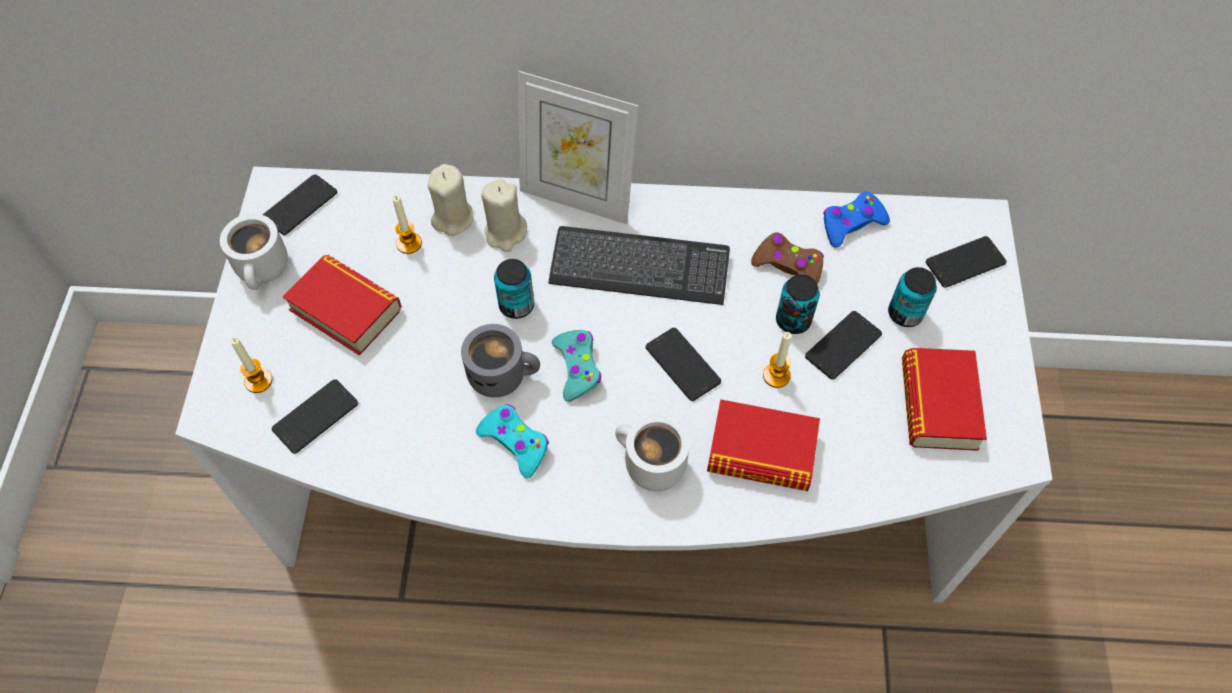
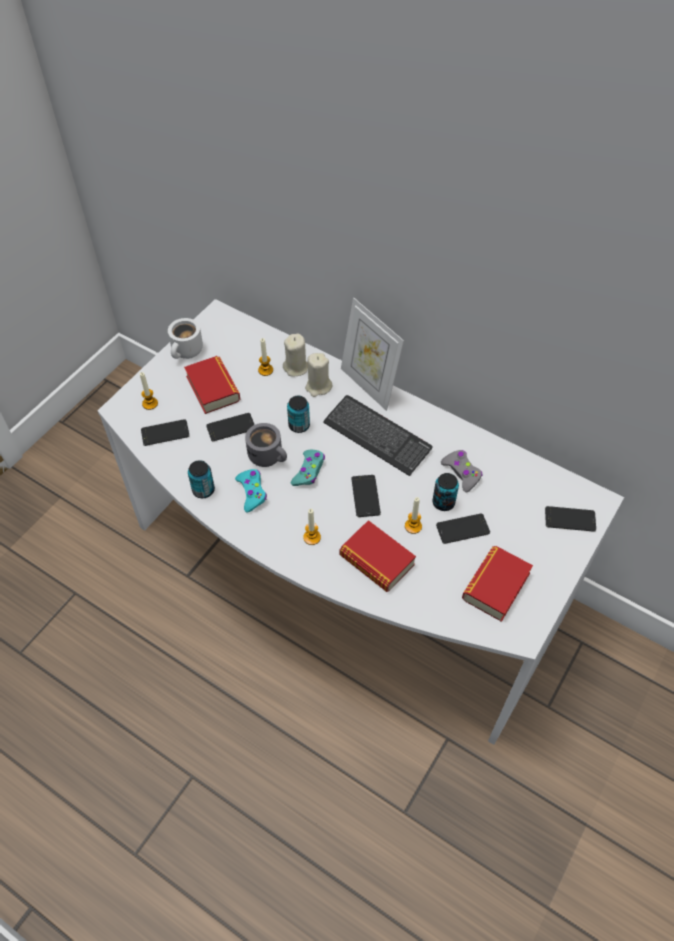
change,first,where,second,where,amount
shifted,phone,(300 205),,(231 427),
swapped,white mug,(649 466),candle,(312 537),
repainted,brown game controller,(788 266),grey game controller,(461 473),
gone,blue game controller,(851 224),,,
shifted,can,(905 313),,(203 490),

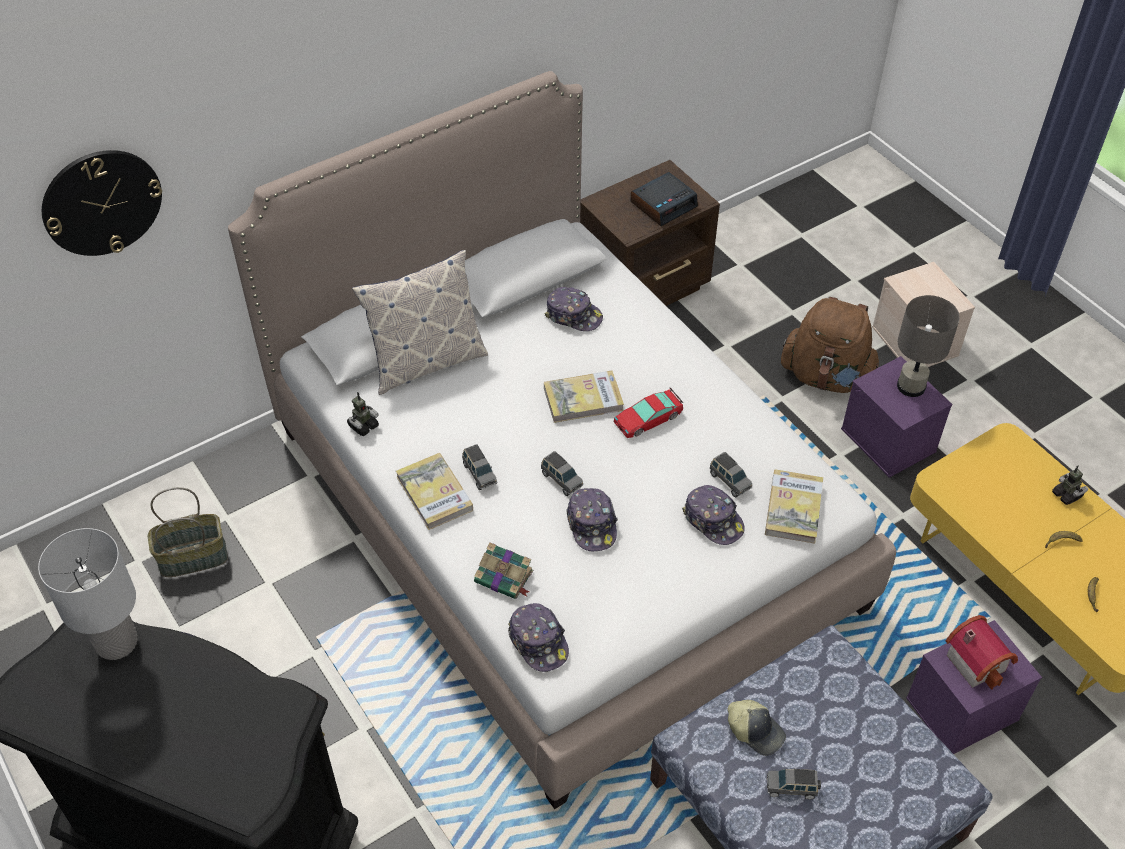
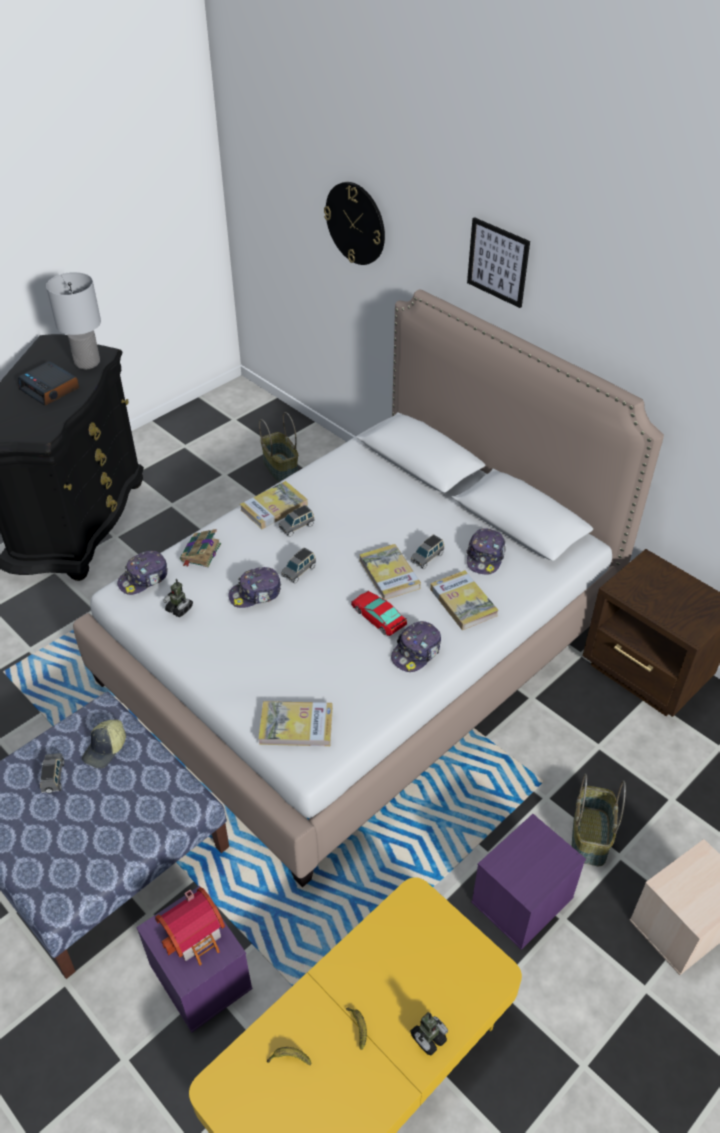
change,first,where,second,where,amount
shifted,toy robot,(363 426),,(179 609),
gone,pillow,(426 362),,,
shifted,alarm clock,(663 204),,(50 389),
shifted,cap,(713 520),,(416 652),
shifted,grey toy car,(729 481),,(427 558),
swapped,brown backpack,(827 377),basket,(591 837),
gone,grey table lamp,(910 386),,,
new,,,book,(463 602),
new,,,picture,(498 262),

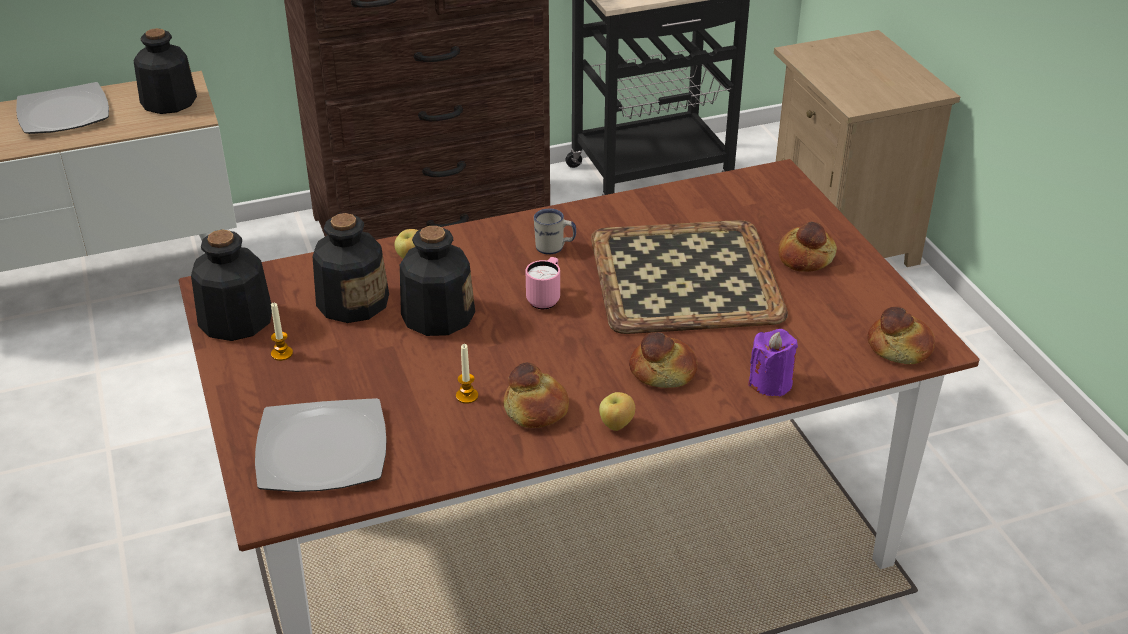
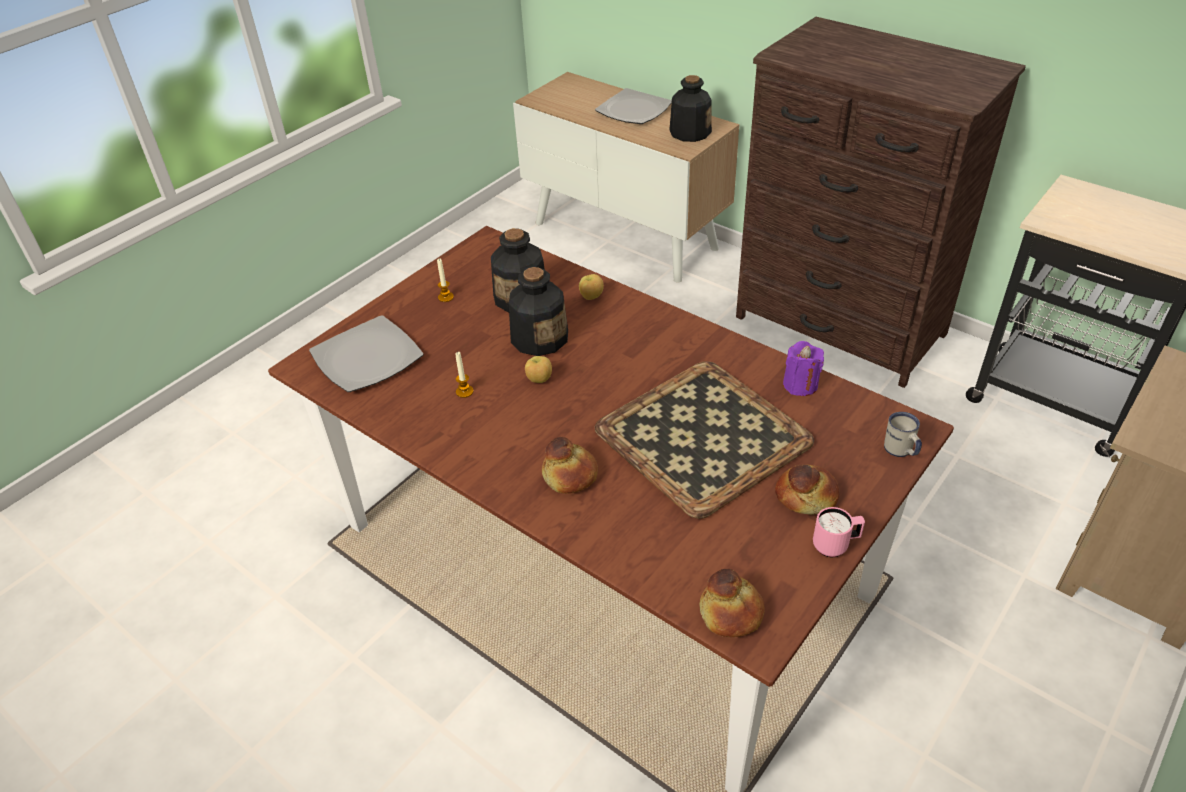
change,first,where,second,where,amount
gone,bottle,(235 320),,,
gone,bread,(535 410),,,
shifted,pink mug,(545 298),,(835 546),
shifted,white mug,(554 248),,(900 451),
shifted,apple,(616 425),,(539 380),
shifted,purple candle,(770 383),,(800 385),

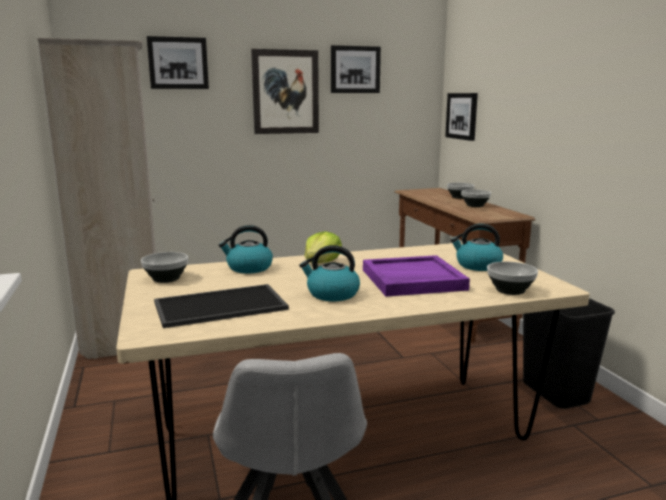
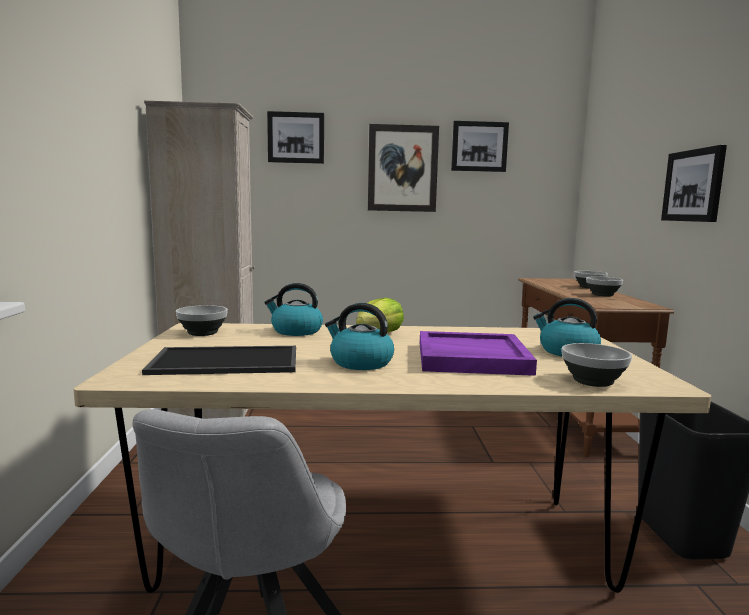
change,first,where,second,where,amount
shifted,picture,(462 116),,(694 185),

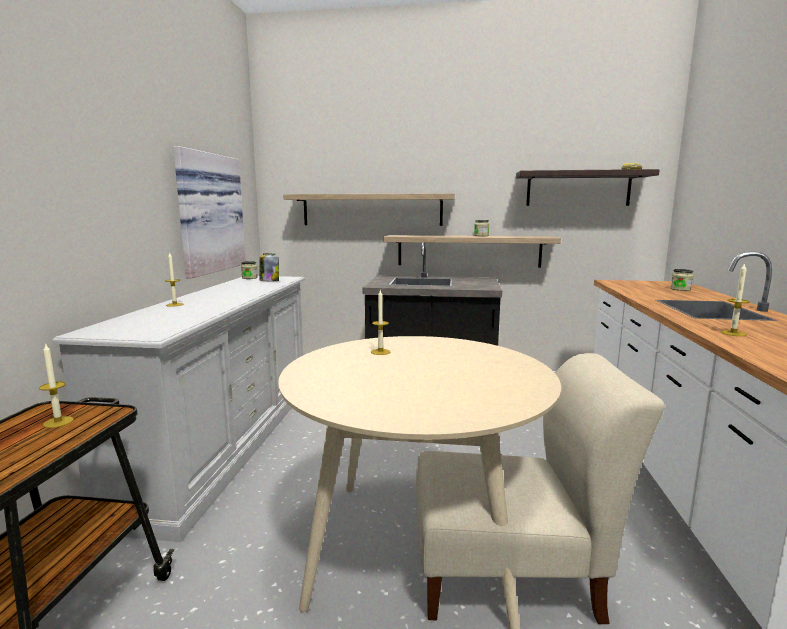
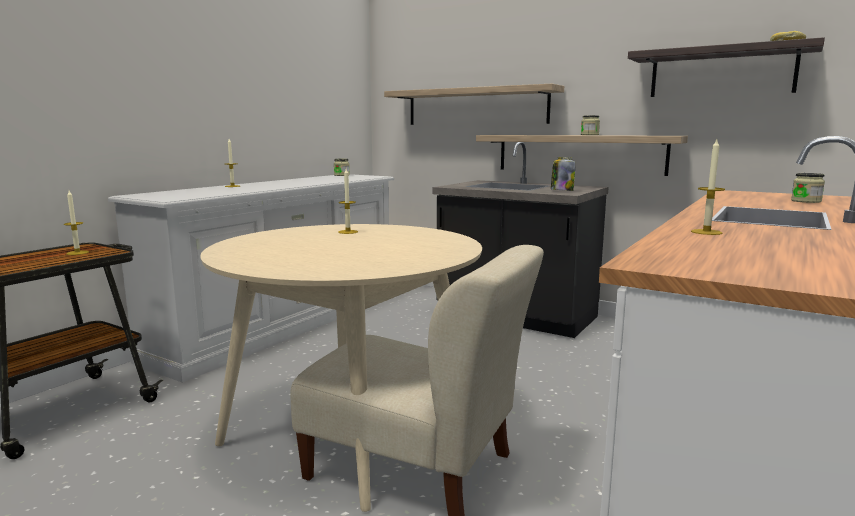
change,first,where,second,where,amount
gone,picture,(208 213),,,
shifted,jar,(269 281),,(561 190),

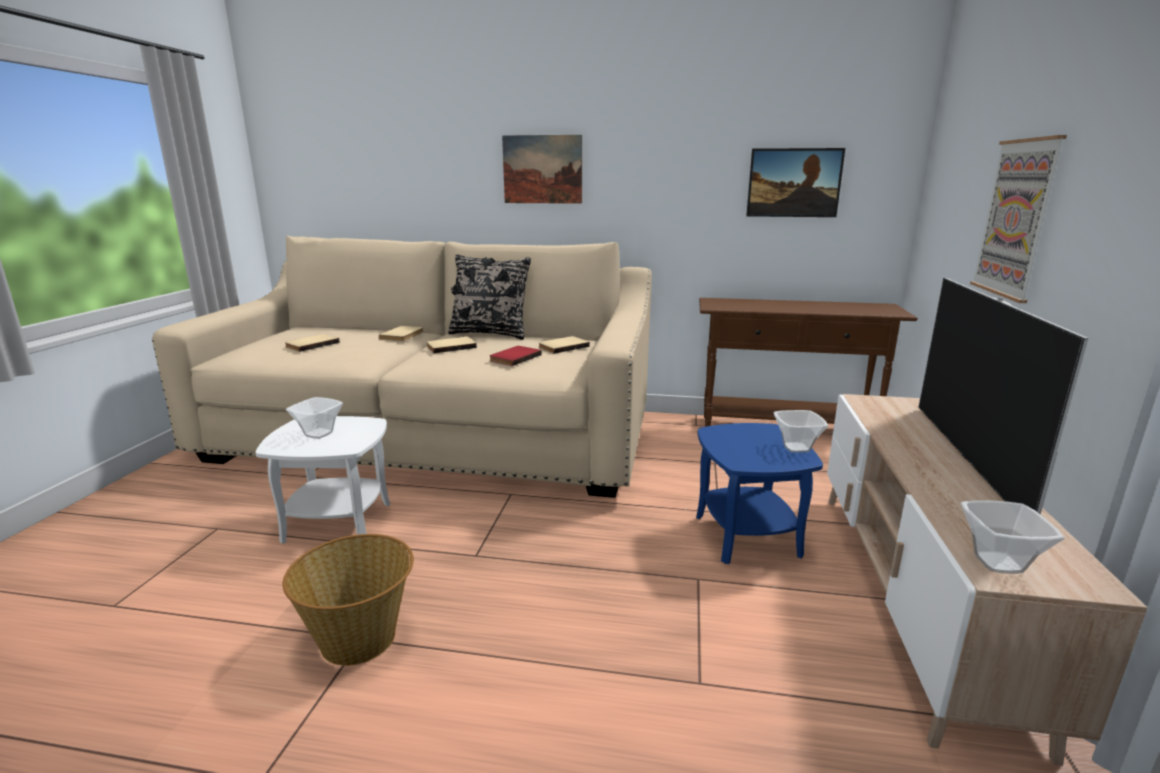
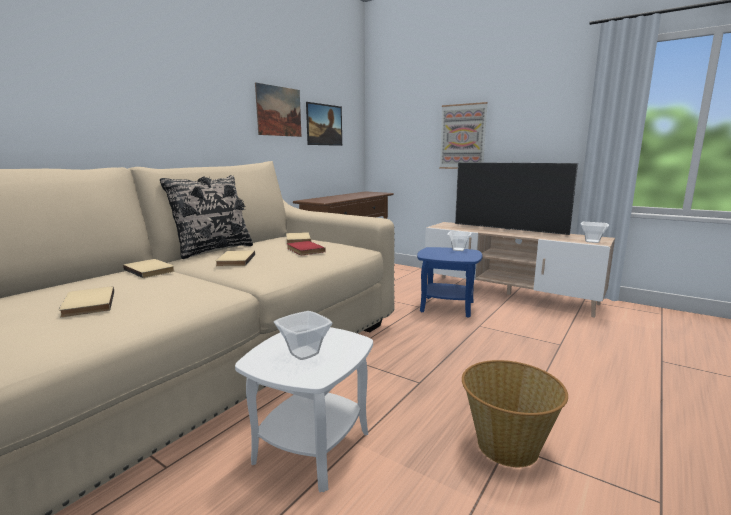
change,first,where,second,where,amount
shifted,picture,(542 169),,(279 111),

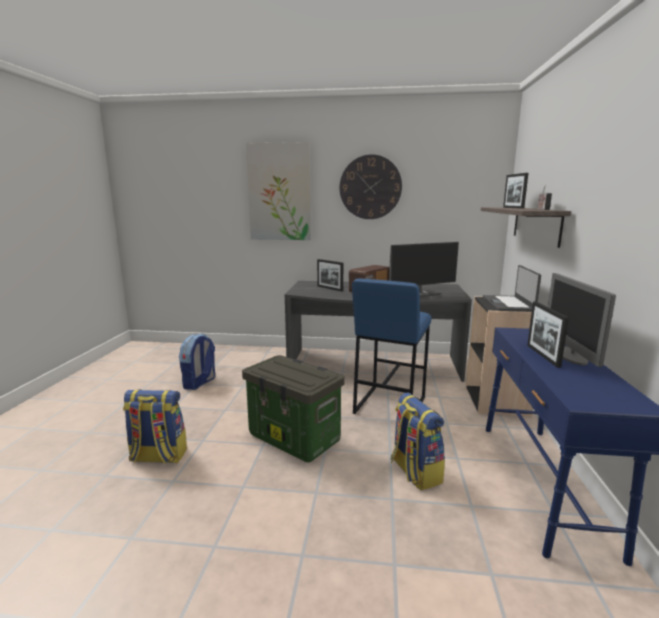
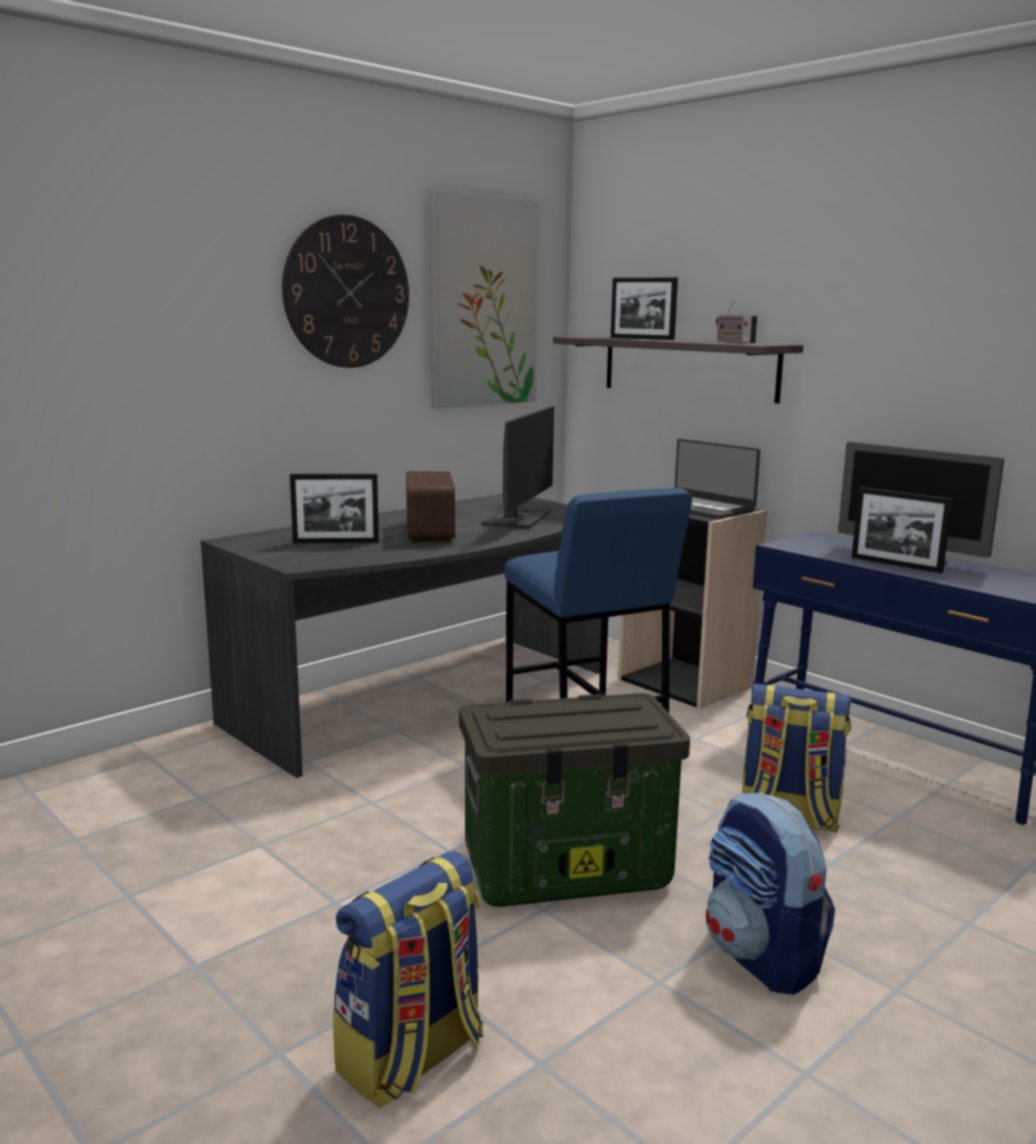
change,first,where,second,where,amount
shifted,backpack,(199 383),,(762 957),
shifted,picture,(279 192),,(483 302),

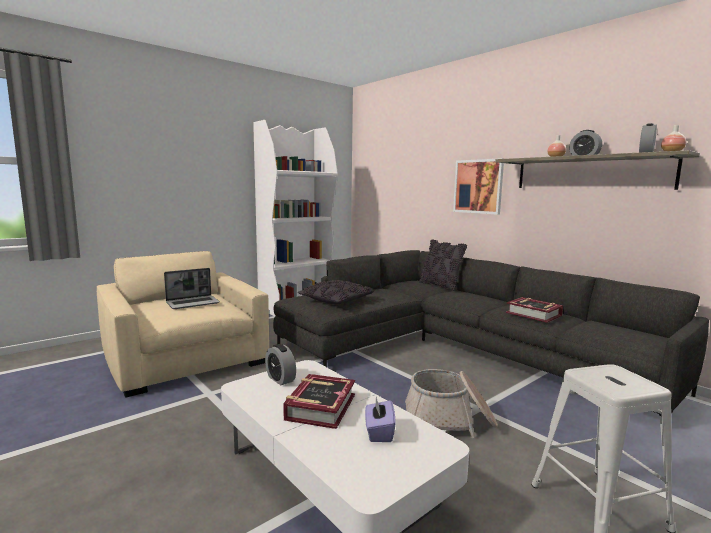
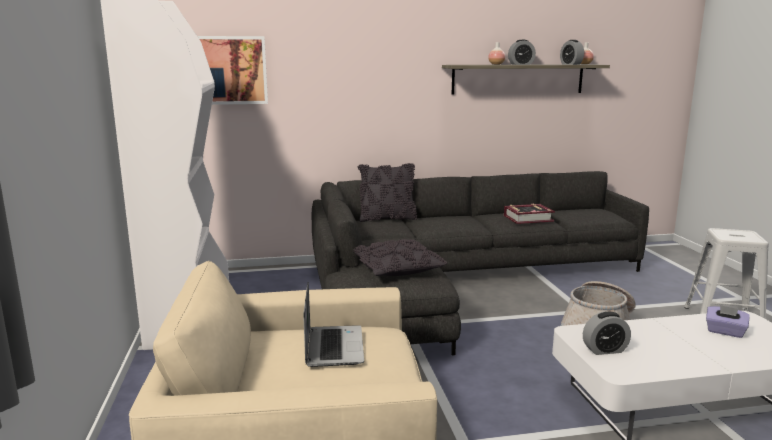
change,first,where,second,where,amount
gone,book,(320 407),,,
shifted,picture,(478 186),,(232 70),

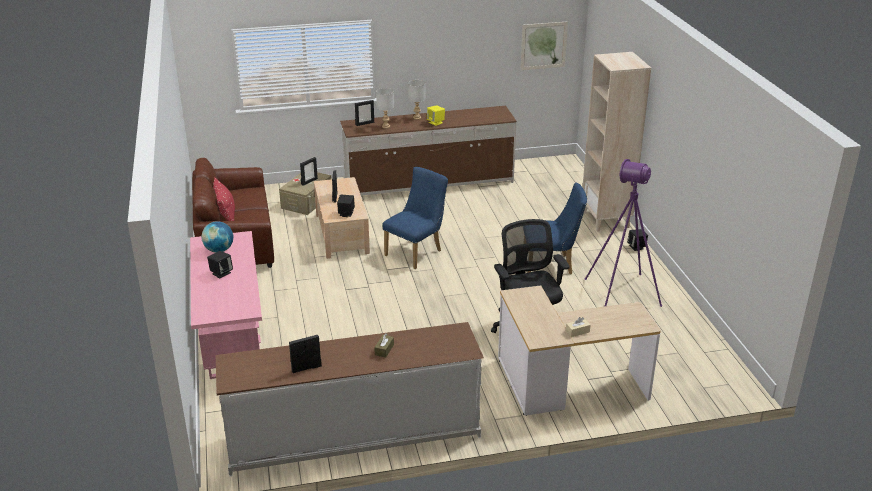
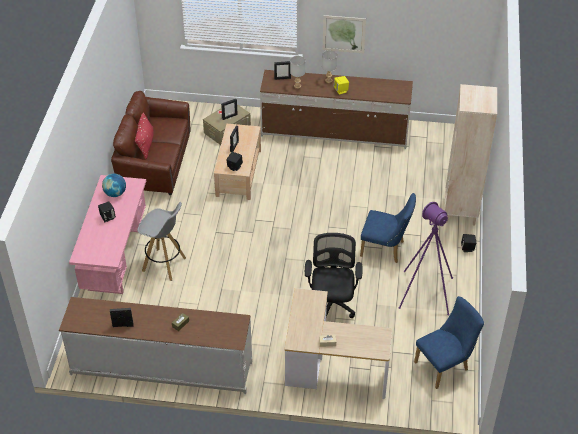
change,first,where,second,where,amount
shifted,blue chair,(417 252),,(445 365),
shifted,picture,(543 45),,(344 34),
new,,,grey stool,(165 265),

